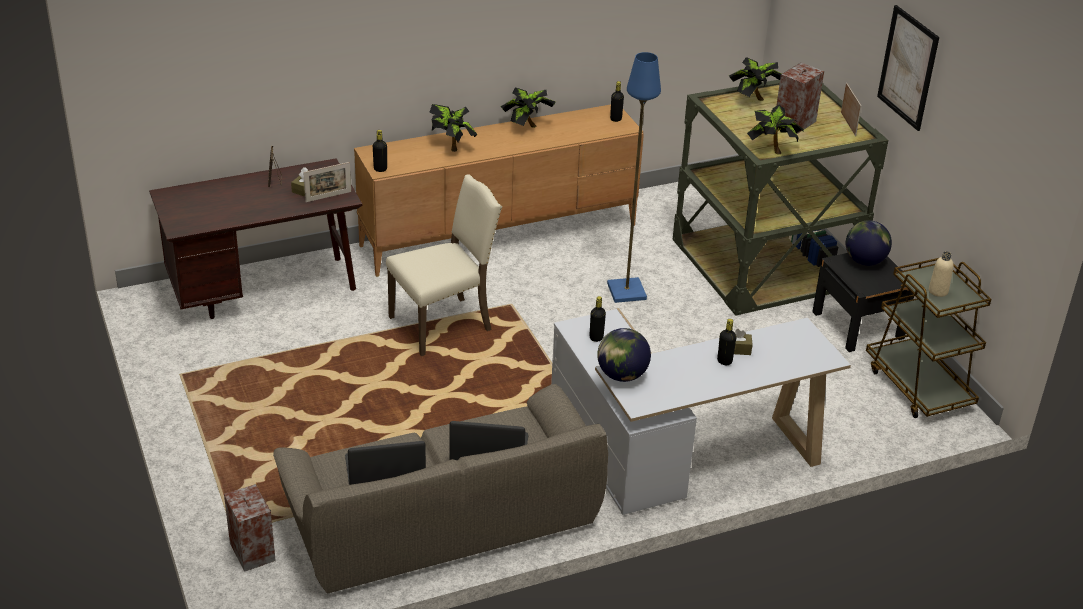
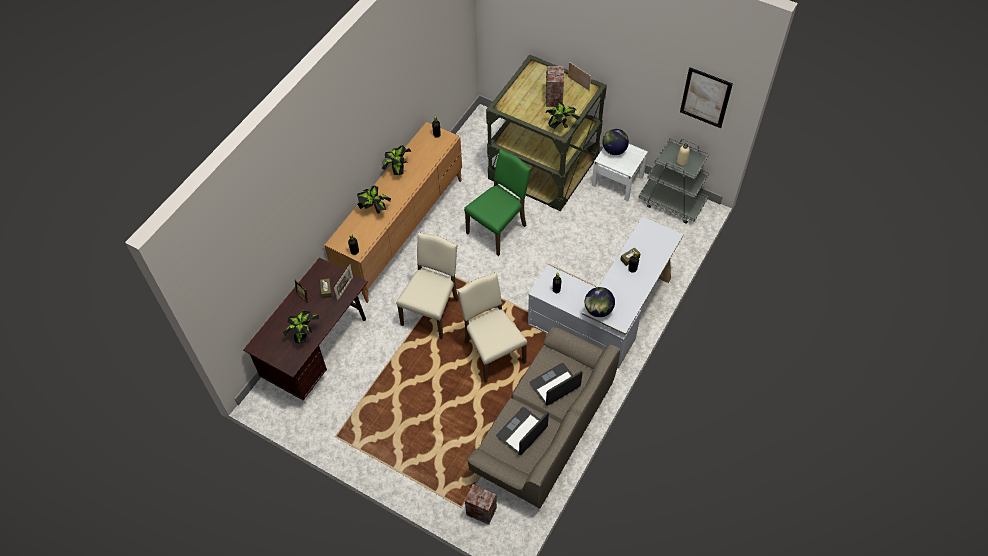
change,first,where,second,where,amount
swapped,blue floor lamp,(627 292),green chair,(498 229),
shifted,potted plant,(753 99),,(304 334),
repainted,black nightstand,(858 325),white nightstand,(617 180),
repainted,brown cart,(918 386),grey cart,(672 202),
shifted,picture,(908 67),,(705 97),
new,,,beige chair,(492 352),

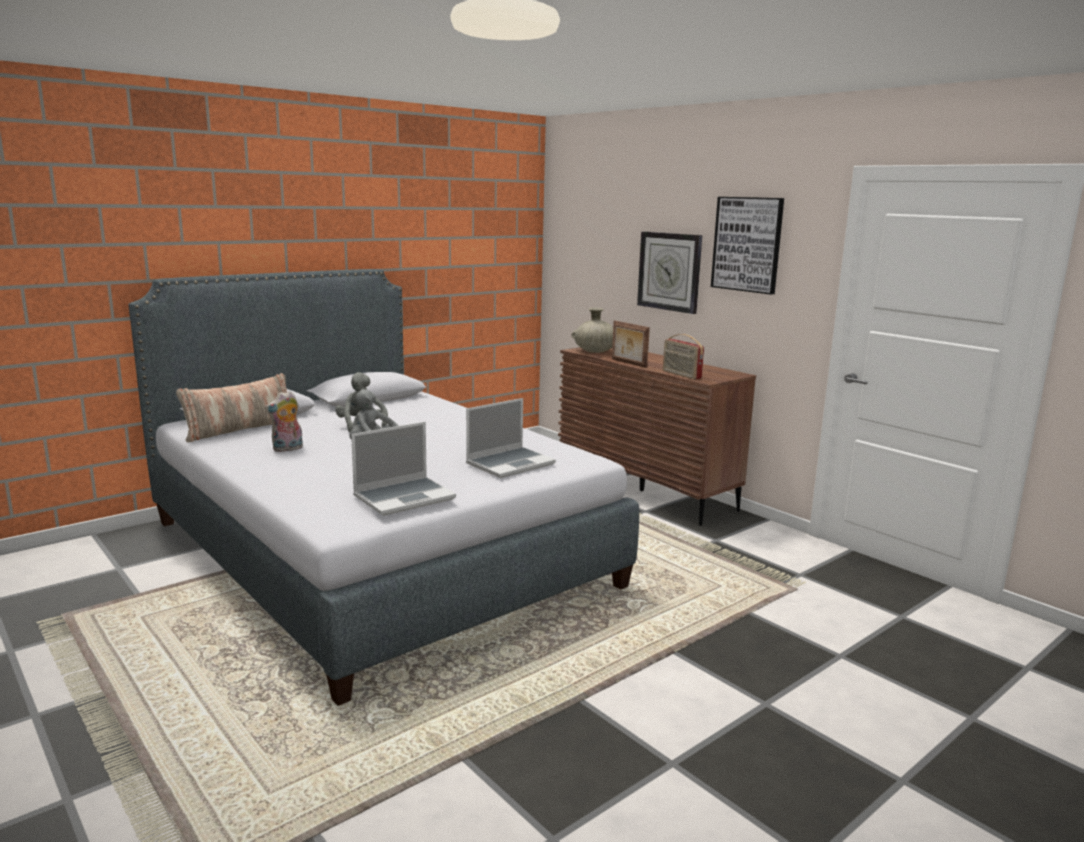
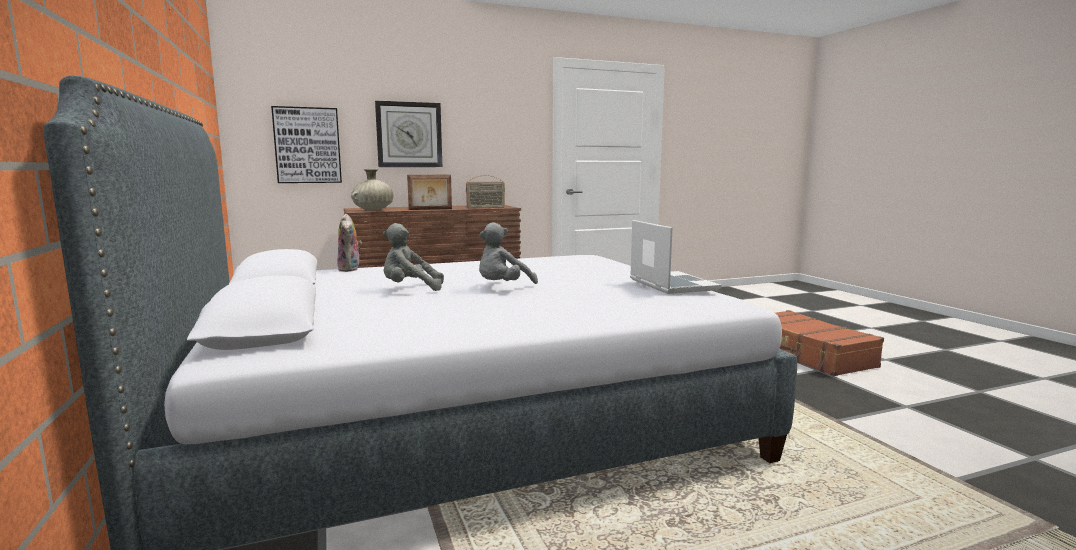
change,first,where,second,where,amount
gone,pillow,(240 429),,,
shifted,plush toy,(287 449),,(350 269),
gone,laptop,(510 463),,,
shifted,picture,(747 244),,(307 145),
new,,,brown suitcase,(807 354),

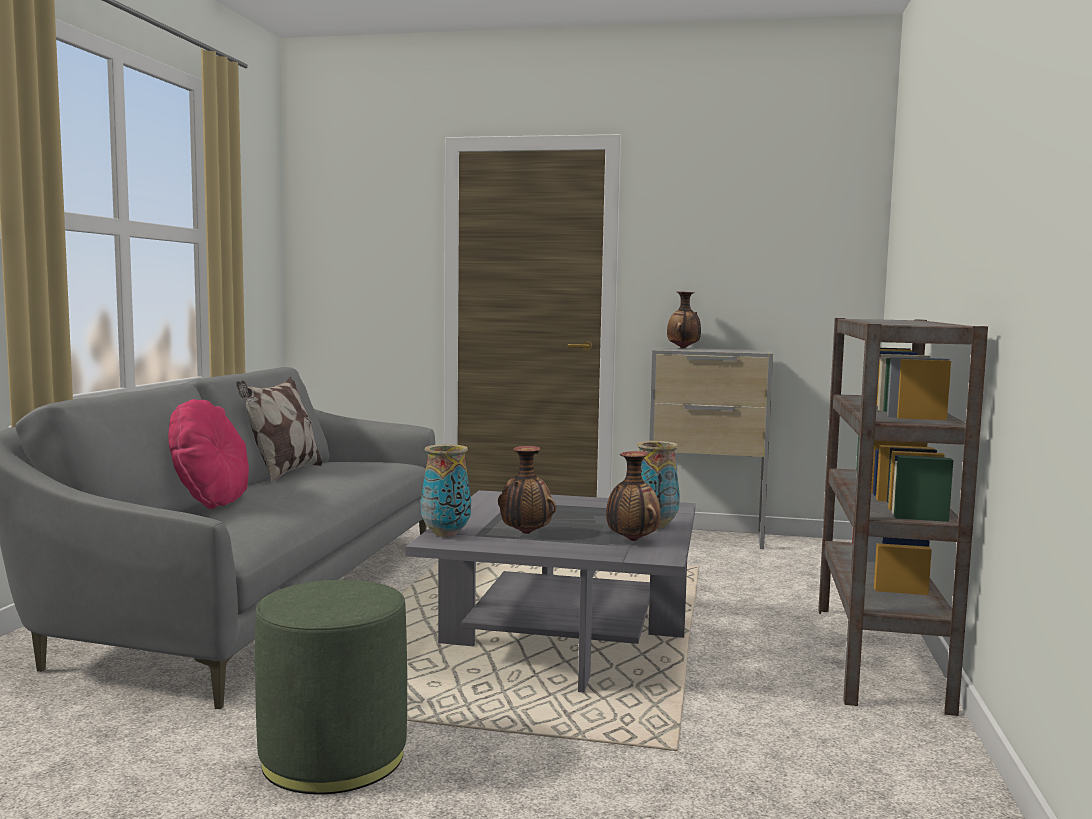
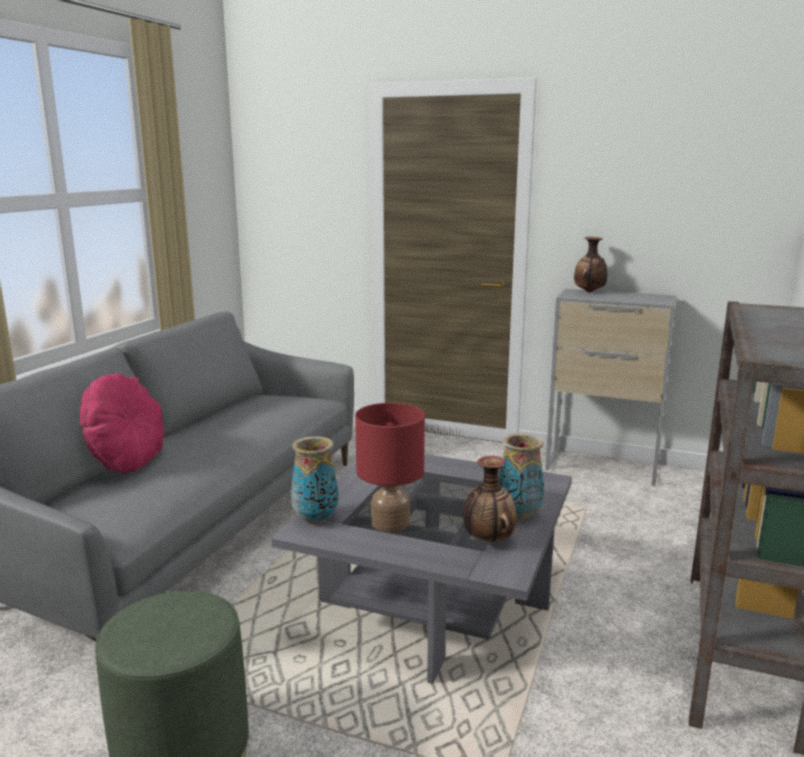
change,first,where,second,where,amount
gone,pillow,(283 473),,,
swapped,vase,(525 533),red table lamp,(389 522),

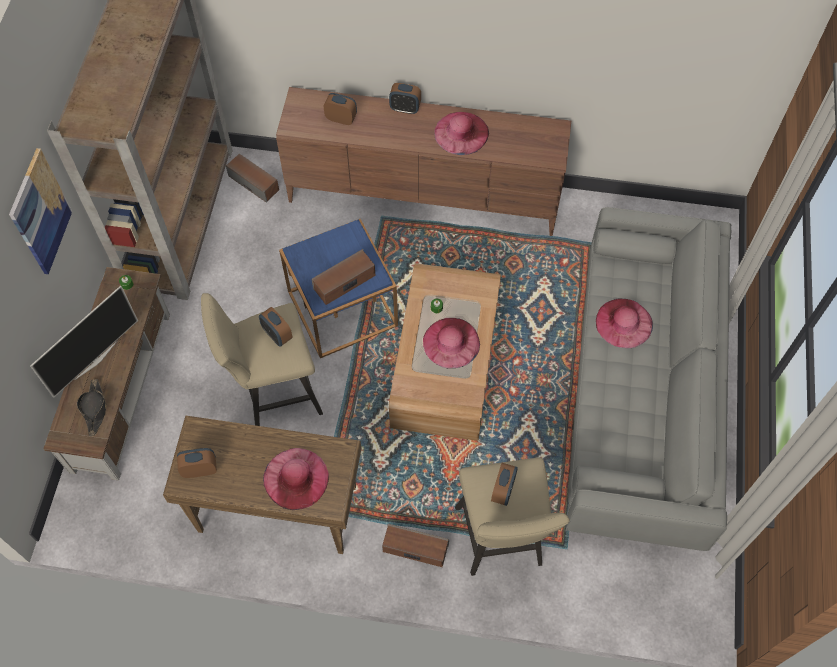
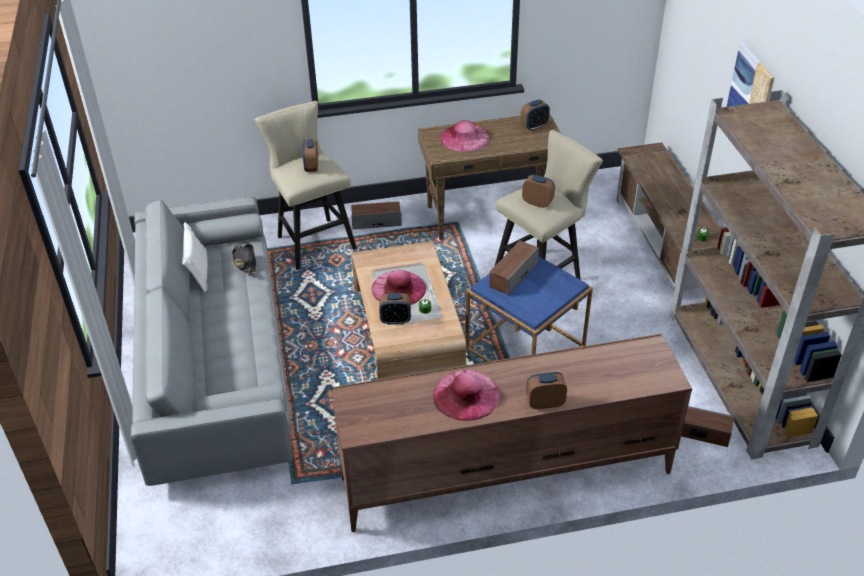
change,first,where,second,where,amount
gone,television,(95 359),,,
shifted,black hat,(95 409),,(245 262),
shifted,alarm clock,(341 119),,(395 320),
gone,pink hat,(624 323),,,
new,,,white pillow,(198 272),

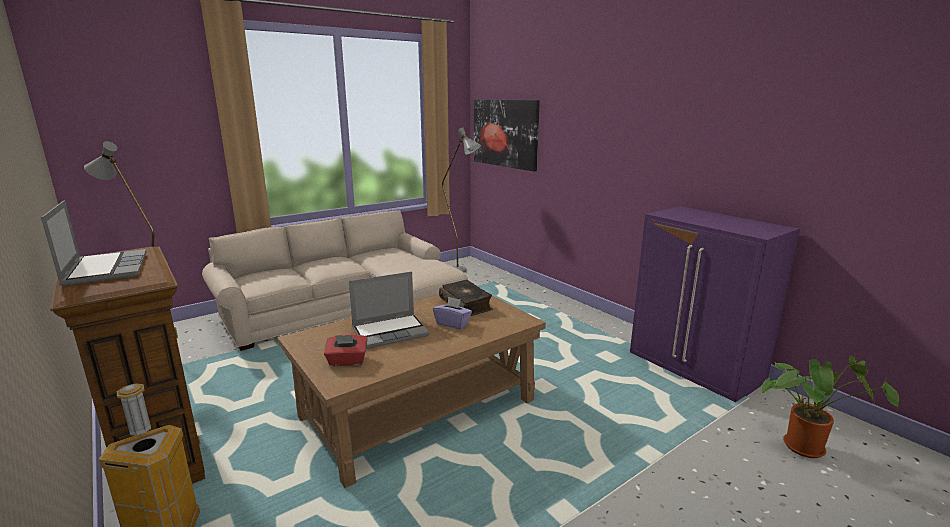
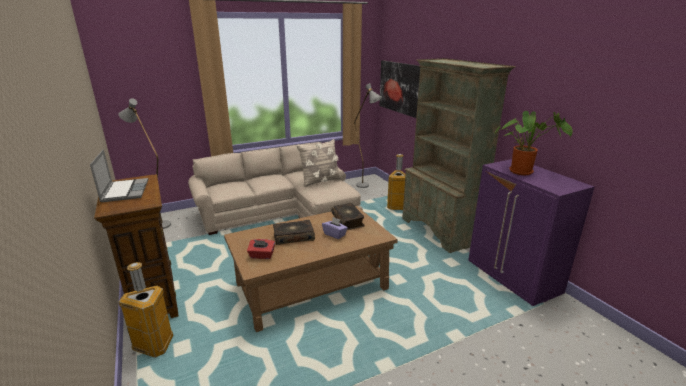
change,first,where,second,where,amount
swapped,laptop,(391 332),book,(293 237),
shifted,potted plant,(807 447),,(523 172),
new,,,beige pillow,(320 181),
new,,,trash can,(396 207),
new,,,green bookcase,(439 231),

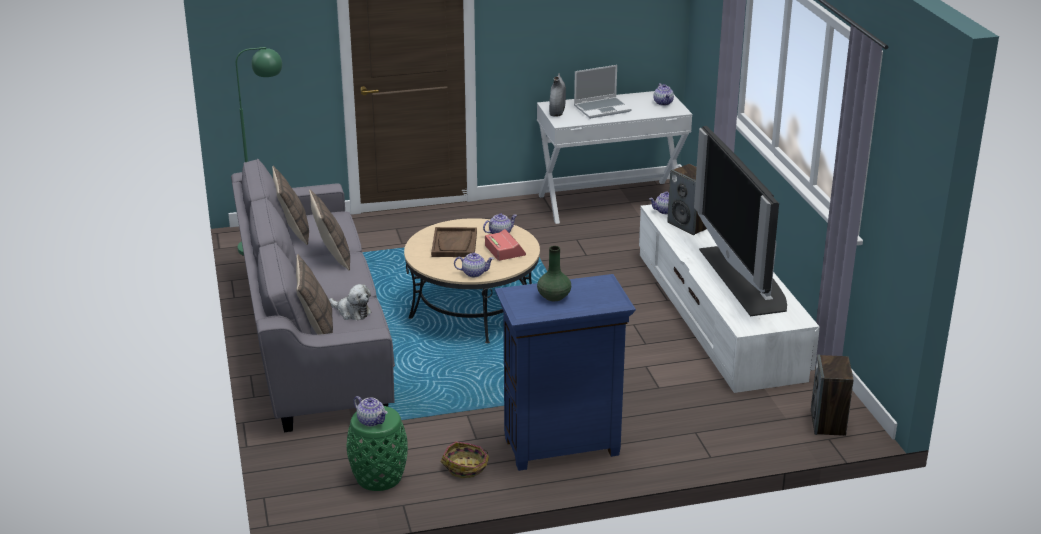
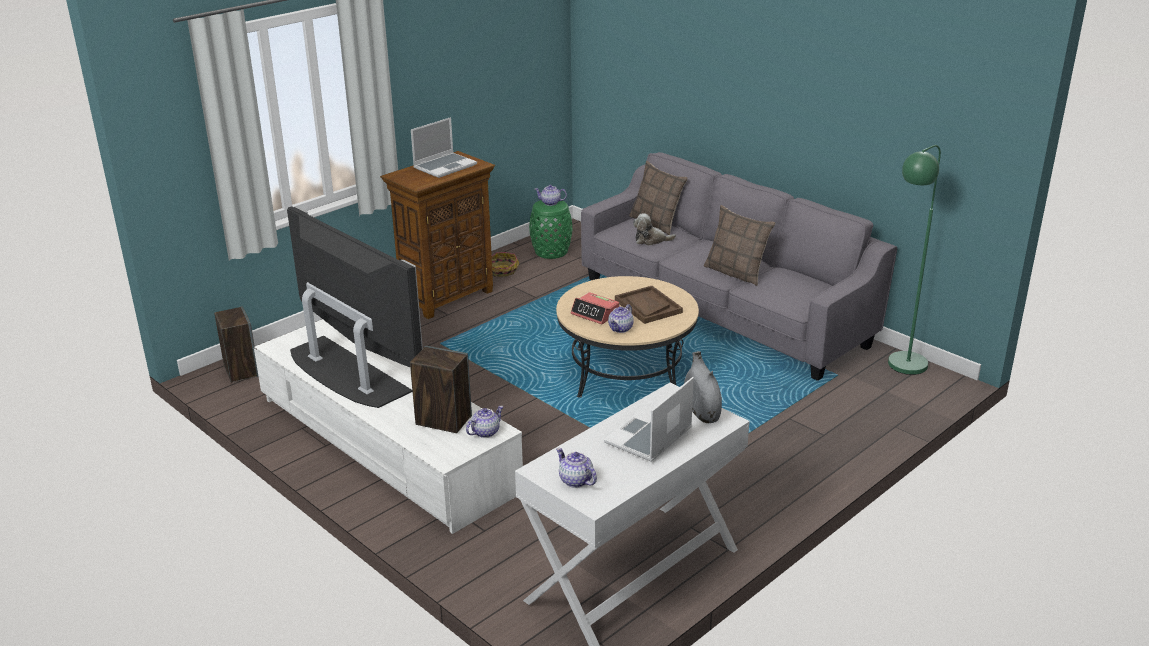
change,first,where,second,where,amount
gone,pillow,(293 232),,,
gone,teapot,(474 273),,,
repainted,blue cabinet,(560 448),brown cabinet,(447 297),
swapped,green vase,(553 297),laptop,(445 166),

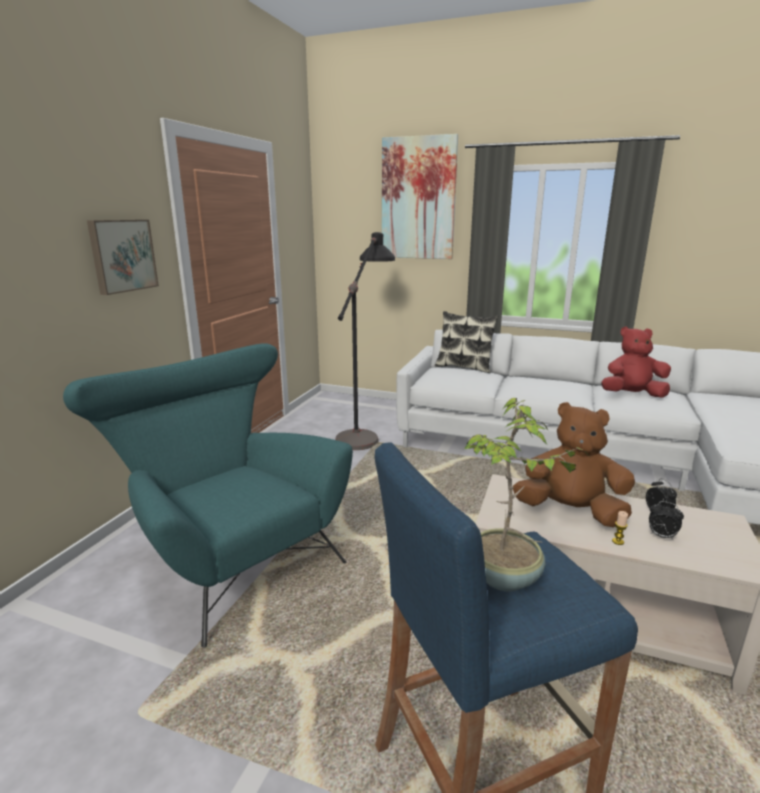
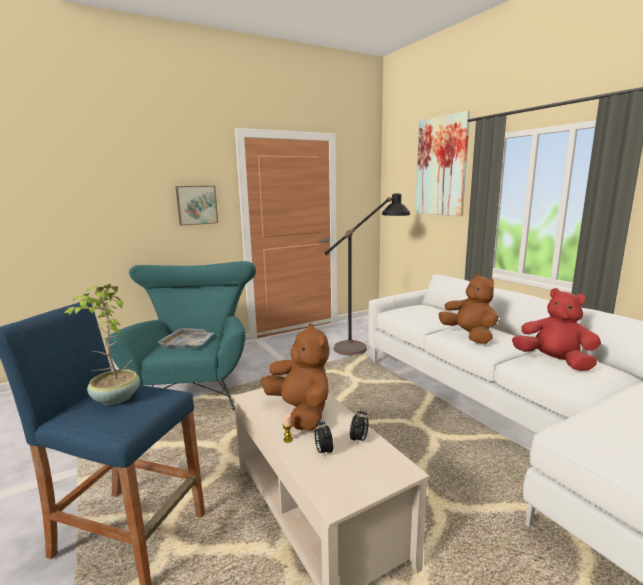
change,first,where,second,where,amount
gone,pillow,(464 367),,,
new,,,grey tray,(187 341),
new,,,brown plush toy,(469 336),

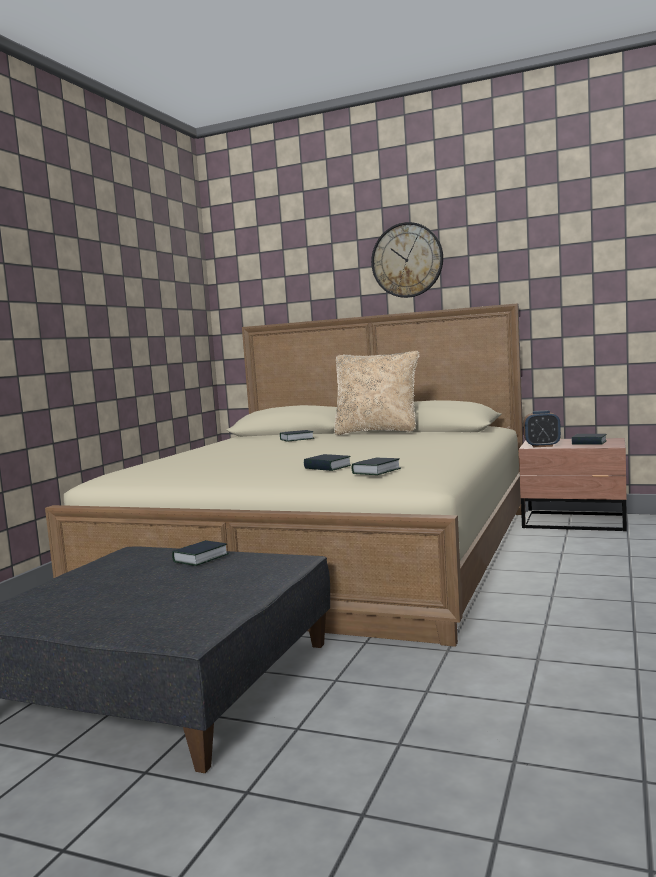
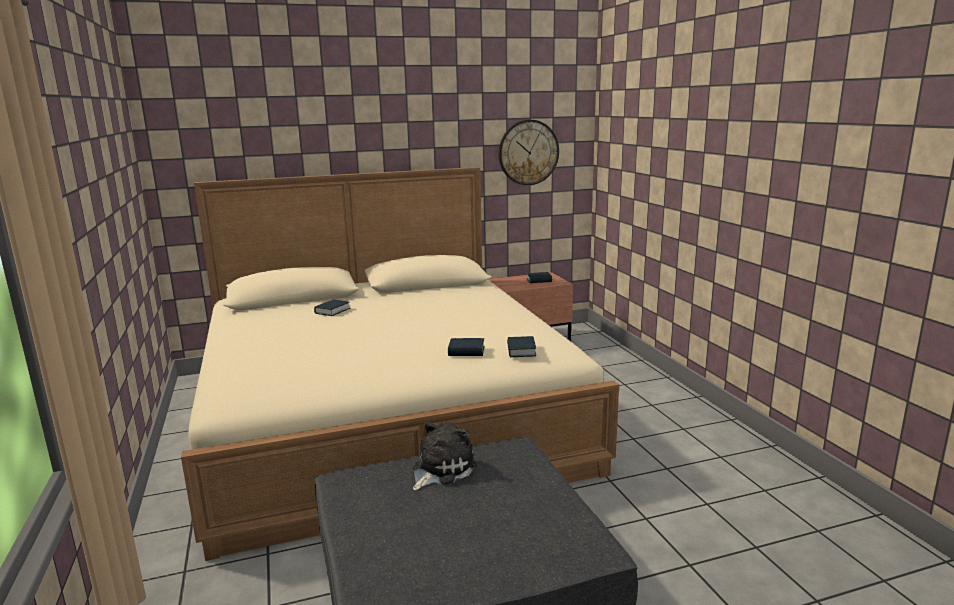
change,first,where,second,where,amount
swapped,book,(200 558),plush toy,(440 469),
gone,beige pillow,(377 433),,,
shifted,wall clock,(407 260),,(528 152),
gone,alarm clock,(542 446),,,

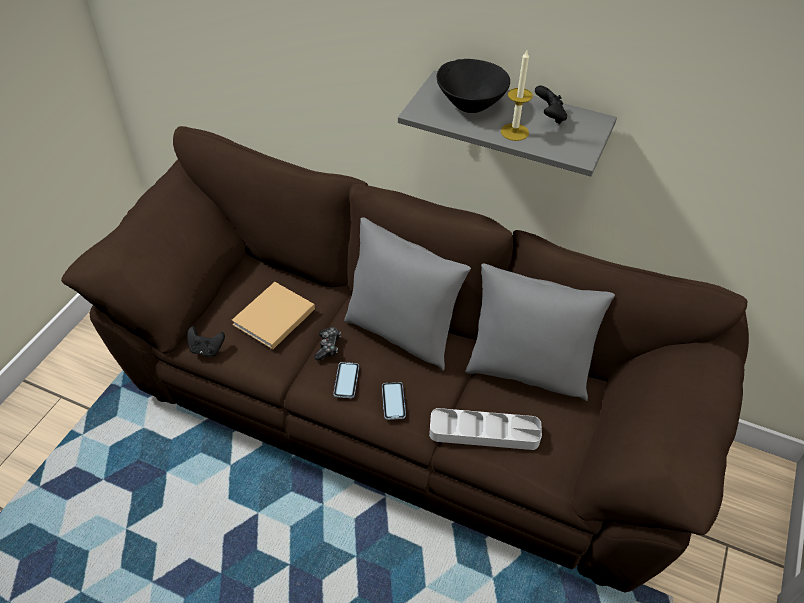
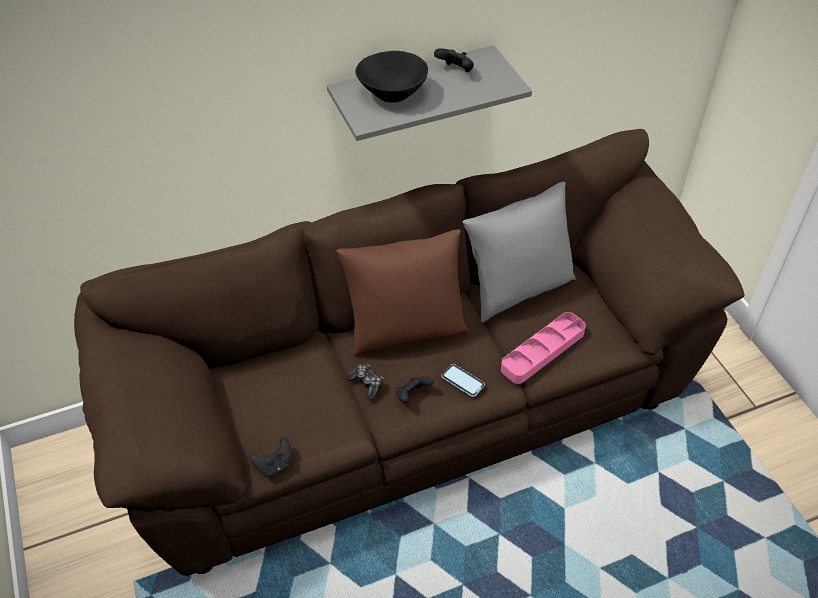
change,first,where,second,where,amount
gone,beige book,(272 318),,,
swapped,phone,(346 381),black game controller,(412 396),
repainted,grey pillow,(401 332),brown pillow,(405 331),
repainted,grey tray,(484 432),pink tray,(543 351),
gone,candle,(514 132),,,

